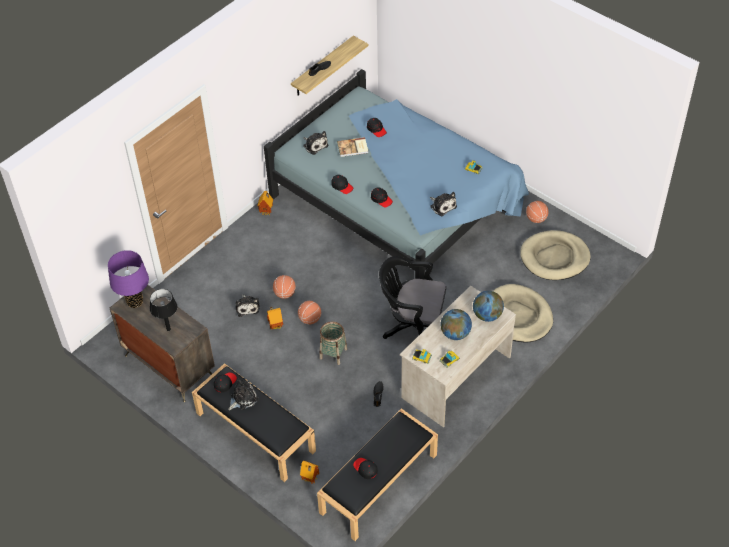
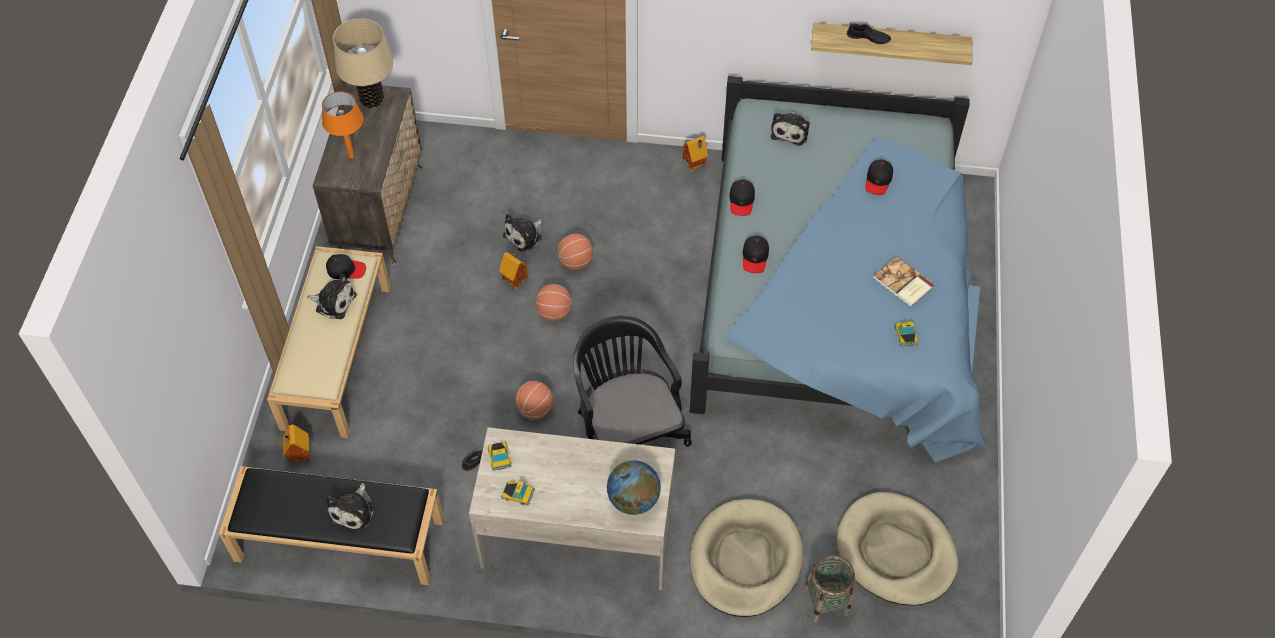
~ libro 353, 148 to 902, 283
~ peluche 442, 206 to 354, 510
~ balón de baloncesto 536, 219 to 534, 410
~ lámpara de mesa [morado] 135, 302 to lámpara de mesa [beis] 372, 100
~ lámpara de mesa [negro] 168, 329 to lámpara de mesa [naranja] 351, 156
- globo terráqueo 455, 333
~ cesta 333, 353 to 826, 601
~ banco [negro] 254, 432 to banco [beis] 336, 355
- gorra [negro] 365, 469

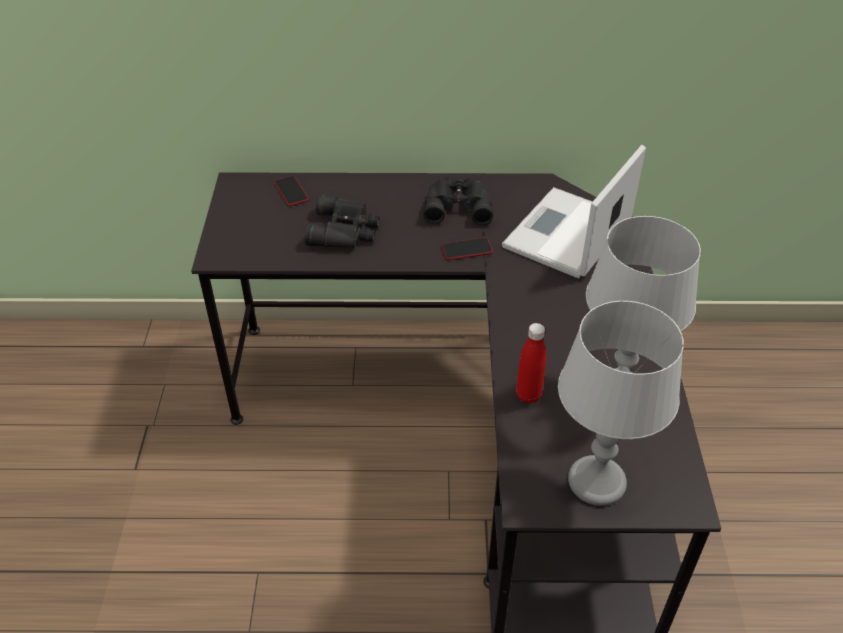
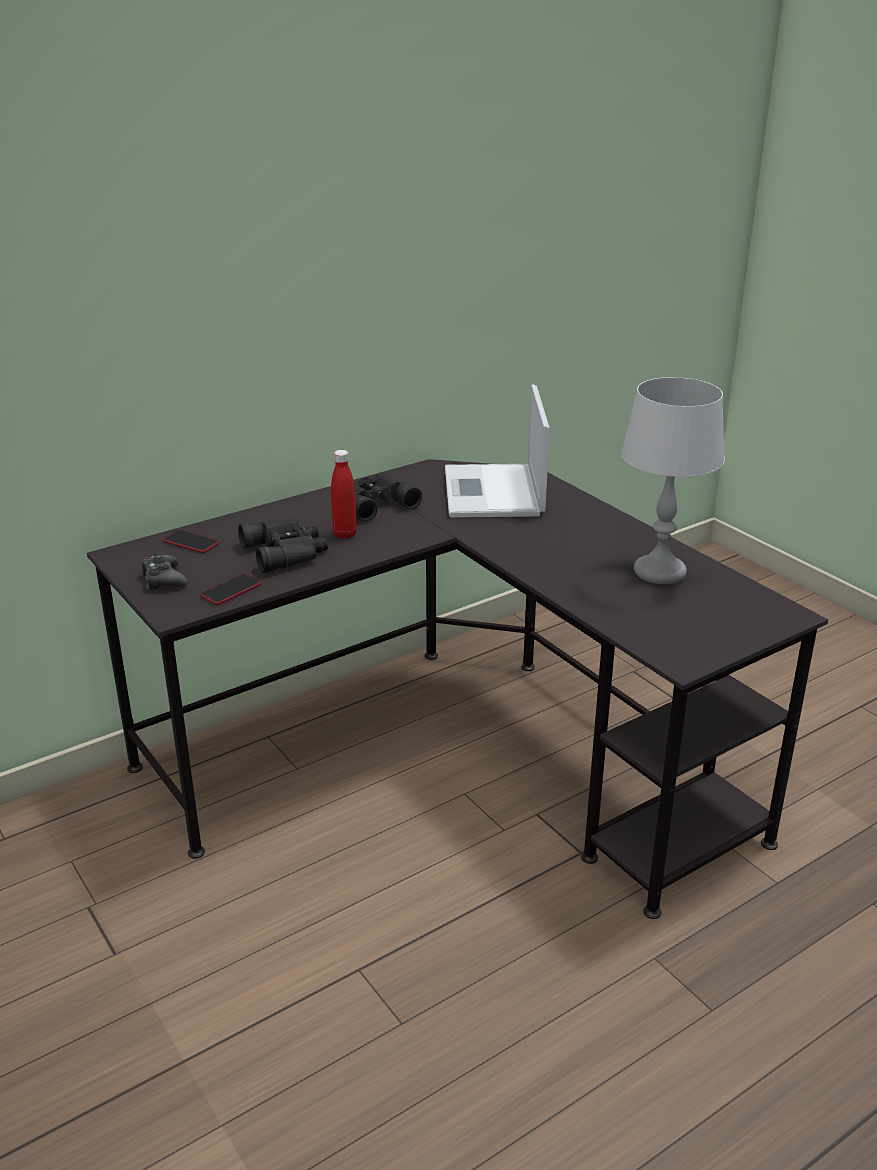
~ móvil 466, 250 to 231, 590
- lámpara de mesa [gris] 595, 482
~ botella [rojo] 528, 395 to 344, 534
+ mando de consola [negro] 163, 580

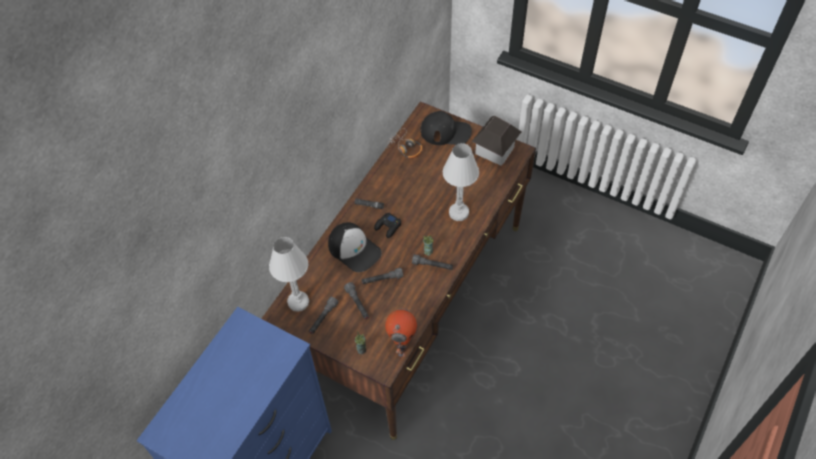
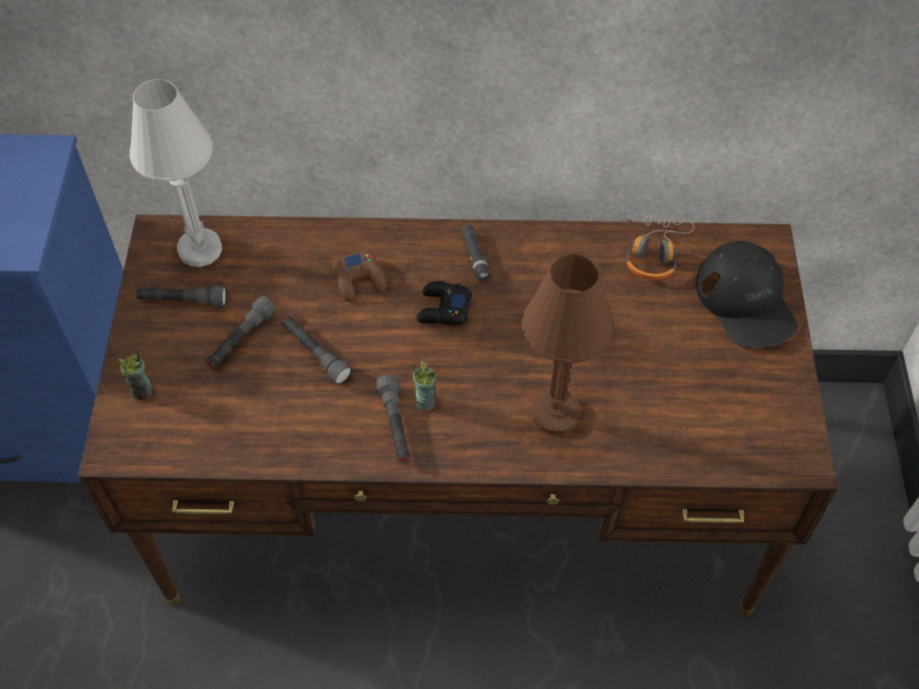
- casita 495, 150
~ lámpara de mesa [blanco] 459, 212 to lámpara de mesa [marrón] 555, 414
~ gorra 354, 249 to mando de consola [marrón] 360, 280
- robot de juguete 402, 346

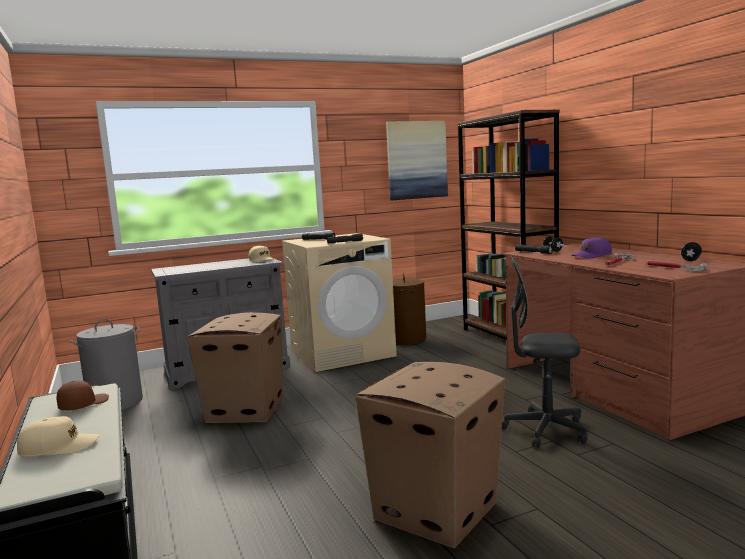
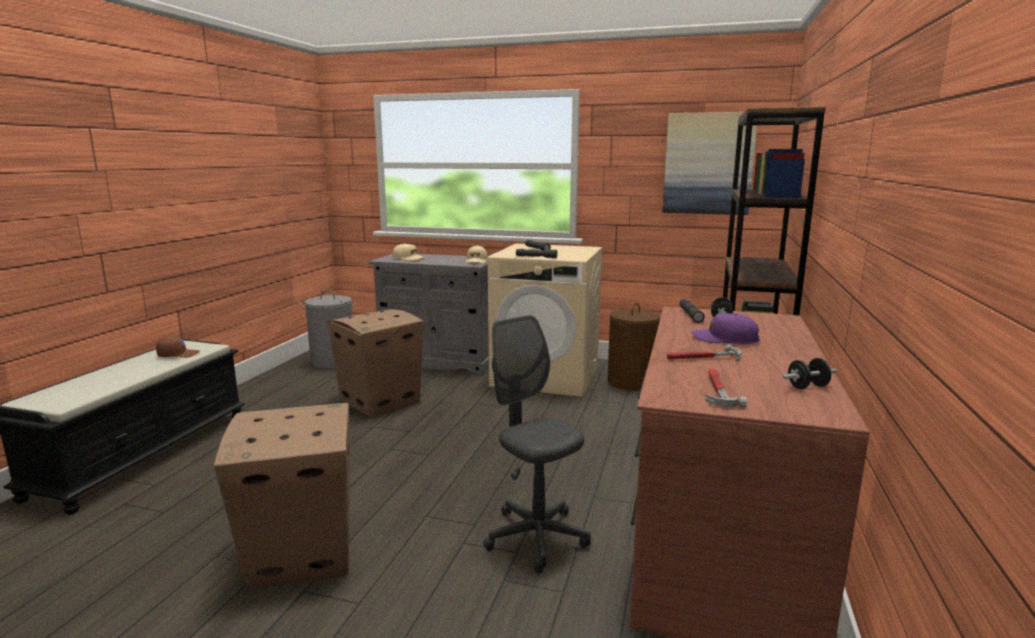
~ gorra [beis] 59, 447 to 408, 258

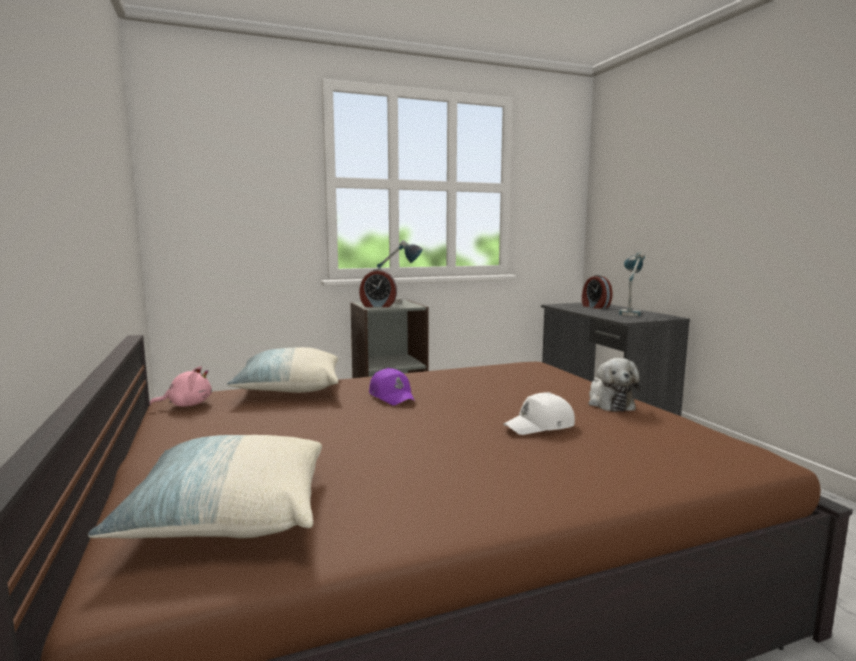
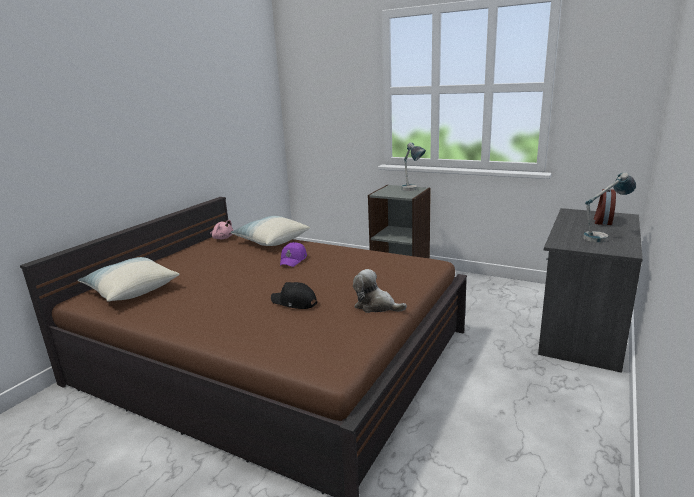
- despertador 378, 306
~ peluche 609, 403 = 376, 306 75 degrees clockwise
~ gorra [blanco] 540, 426 to gorra [negro] 294, 302

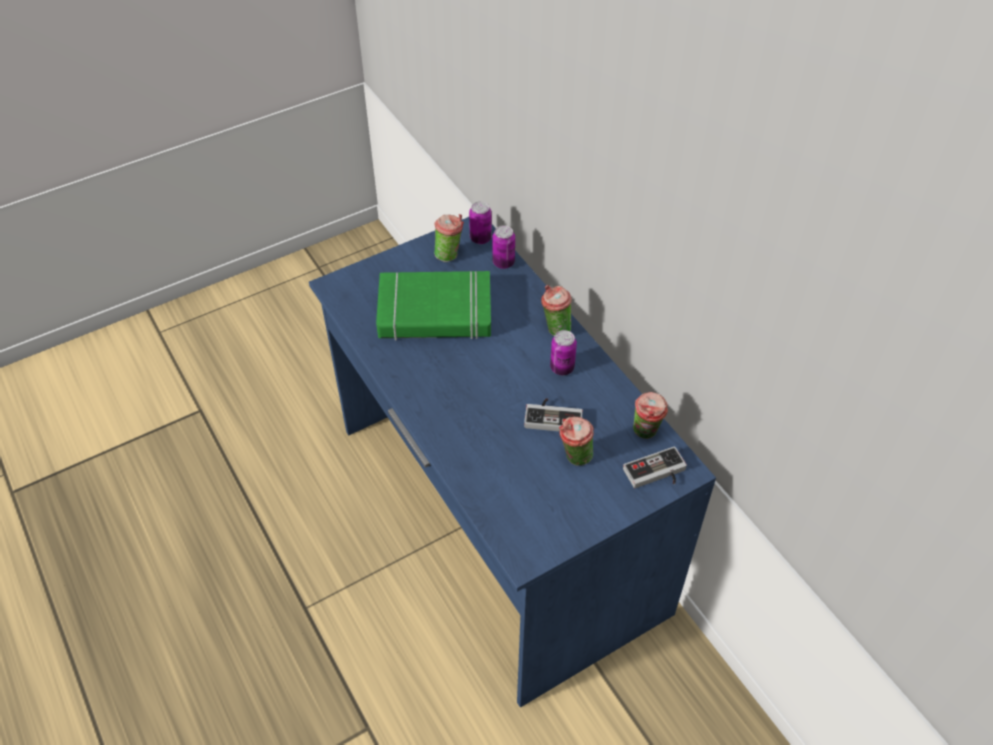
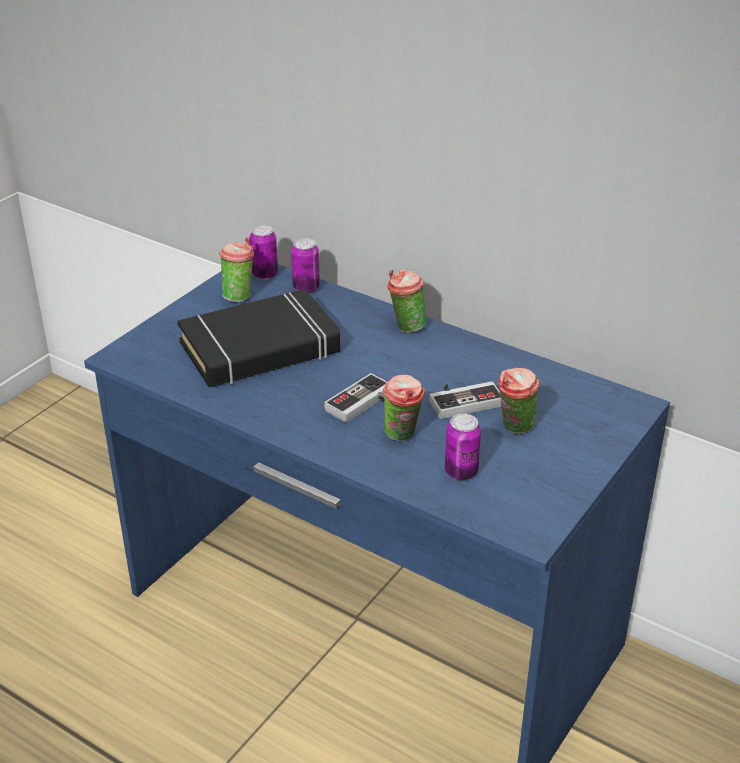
~ libro [verde] 435, 312 to libro [negro] 260, 348
~ lata 562, 368 to 461, 472
~ taza 646, 433 to 403, 436
~ mando de consola 656, 474 to 364, 404

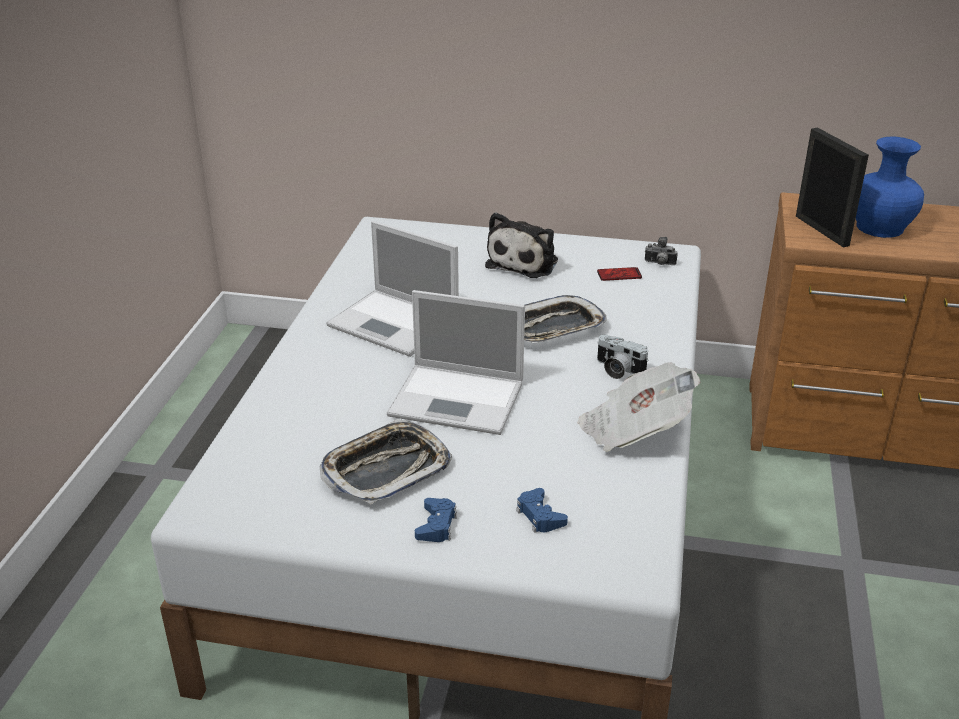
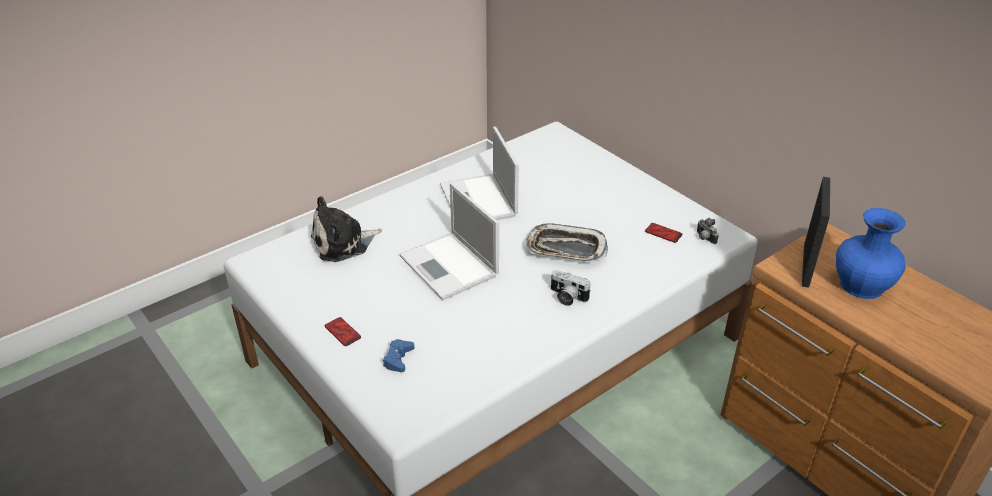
~ peluche 524, 262 to 343, 243
~ cámara 617, 370 = 567, 297 45 degrees counterclockwise
- periódico 634, 430
- bandeja 386, 469
~ mando de consola [azul] 436, 525 to móvil 342, 332

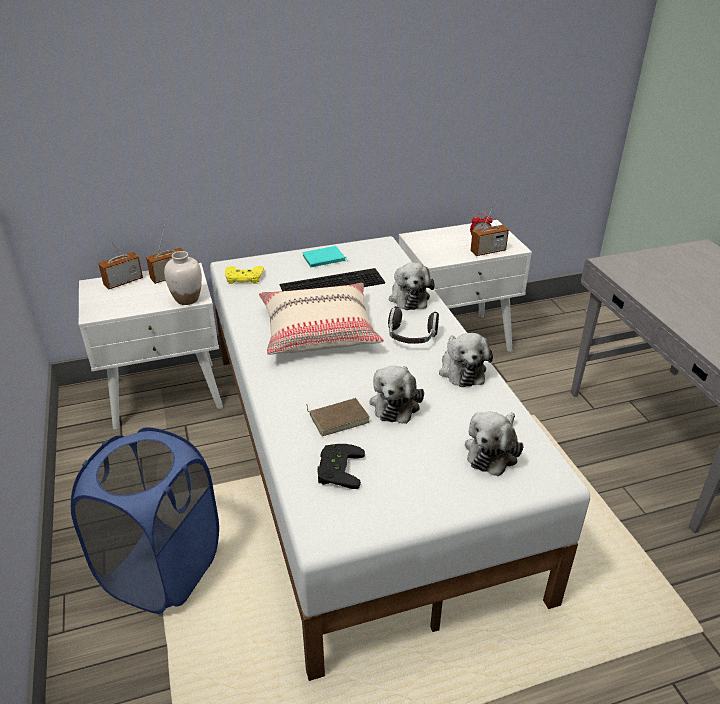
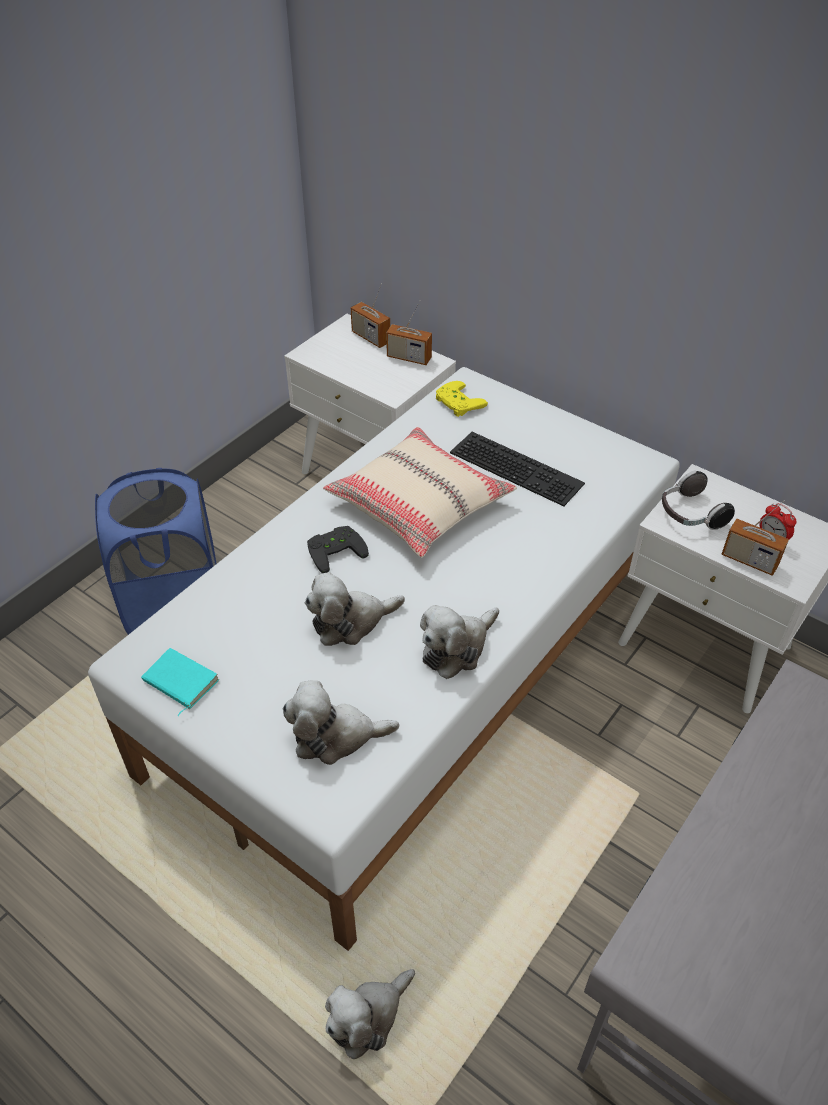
~ radio 123, 282 = 371, 337 150 degrees counterclockwise
~ libro [turquesa] 324, 260 to 179, 682
- florero [blanco] 187, 299
~ peluche 409, 297 to 368, 1017
~ auriculares 411, 338 to 690, 515
- libro [marrón] 338, 418
~ mando de consola [negro] 337, 469 to 335, 550

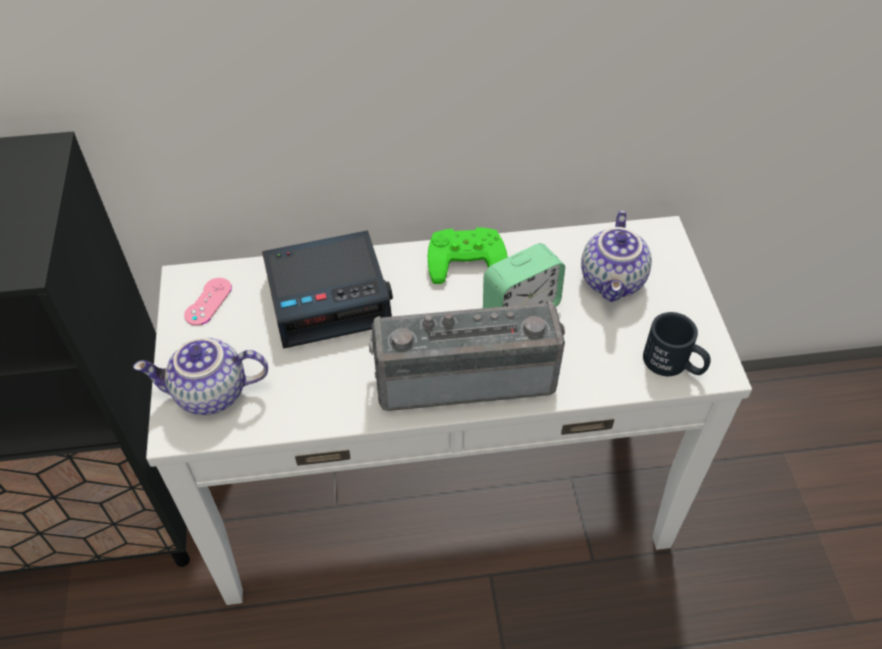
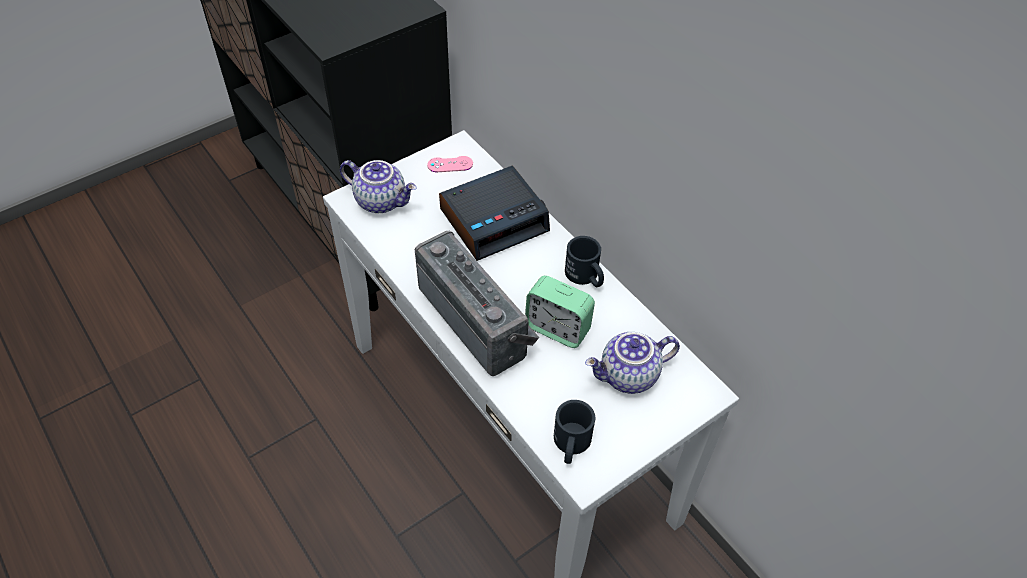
~ mando de consola [verde] 466, 256 to taza grande [negro] 585, 277
~ despertador 329, 297 = 494, 220 75 degrees counterclockwise
~ tetera 210, 394 = 382, 200 150 degrees clockwise

